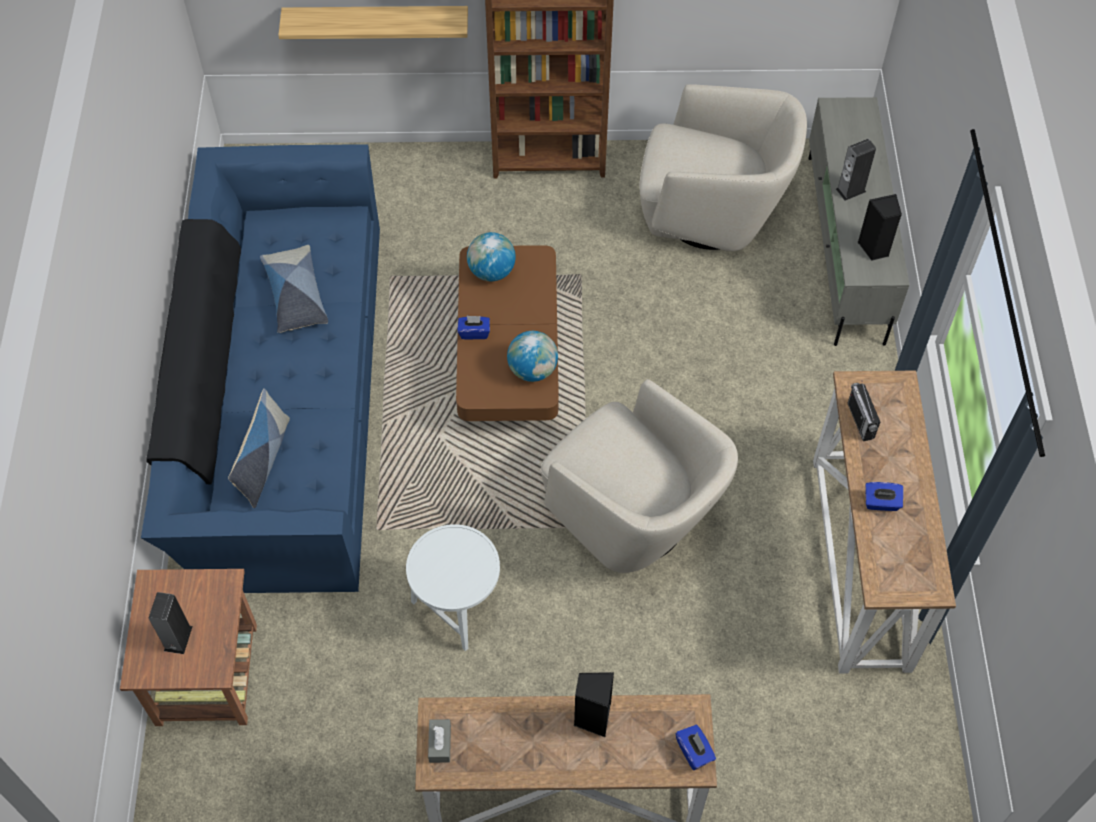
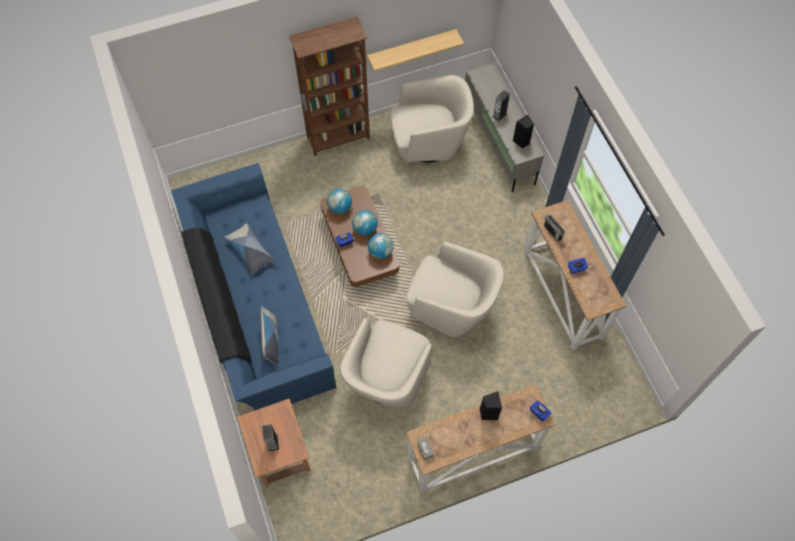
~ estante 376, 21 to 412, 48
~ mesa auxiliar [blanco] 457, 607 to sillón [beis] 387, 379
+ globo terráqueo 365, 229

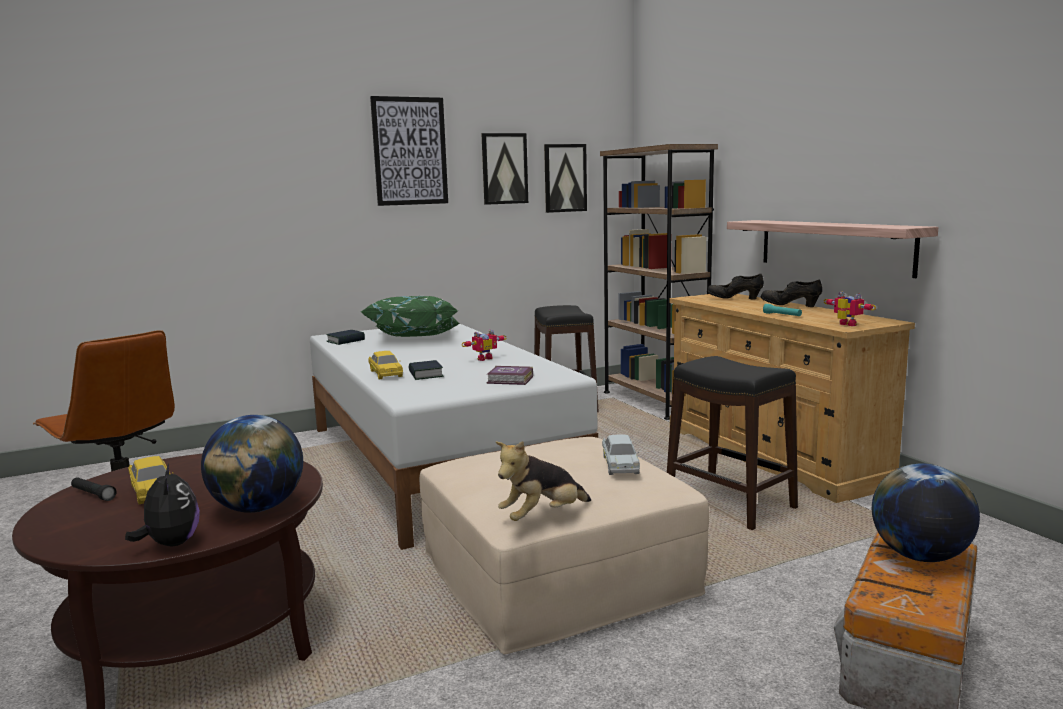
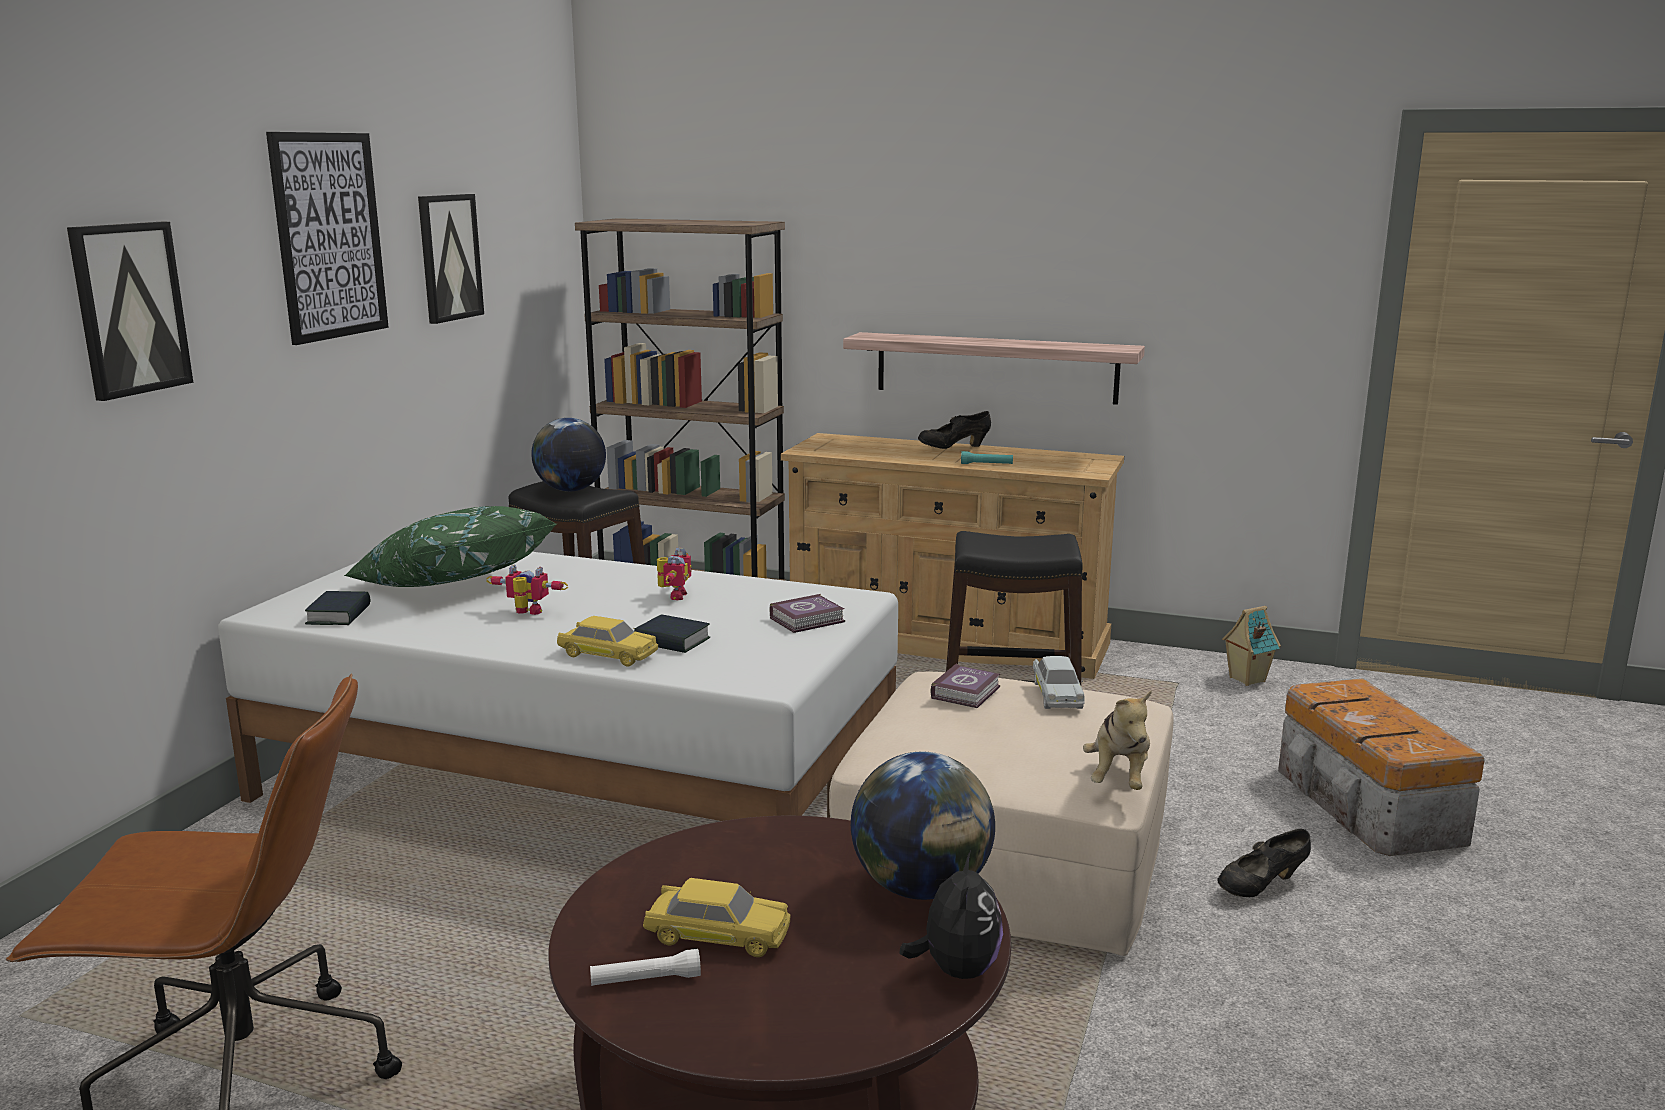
~ cuadro 565, 178 to 129, 309
~ zapato [negro] 734, 299 to 1261, 887
~ robot de juguete 845, 325 to 526, 613
~ coche de juguete [blanco] 620, 465 = 1057, 695 45 degrees clockwise
~ globo terráqueo 920, 556 to 570, 490
~ peluche 171, 544 = 956, 970 75 degrees clockwise
~ linterna [negro] 93, 494 to linterna [blanco] 645, 980
+ casita 1246, 679
+ libro 967, 692

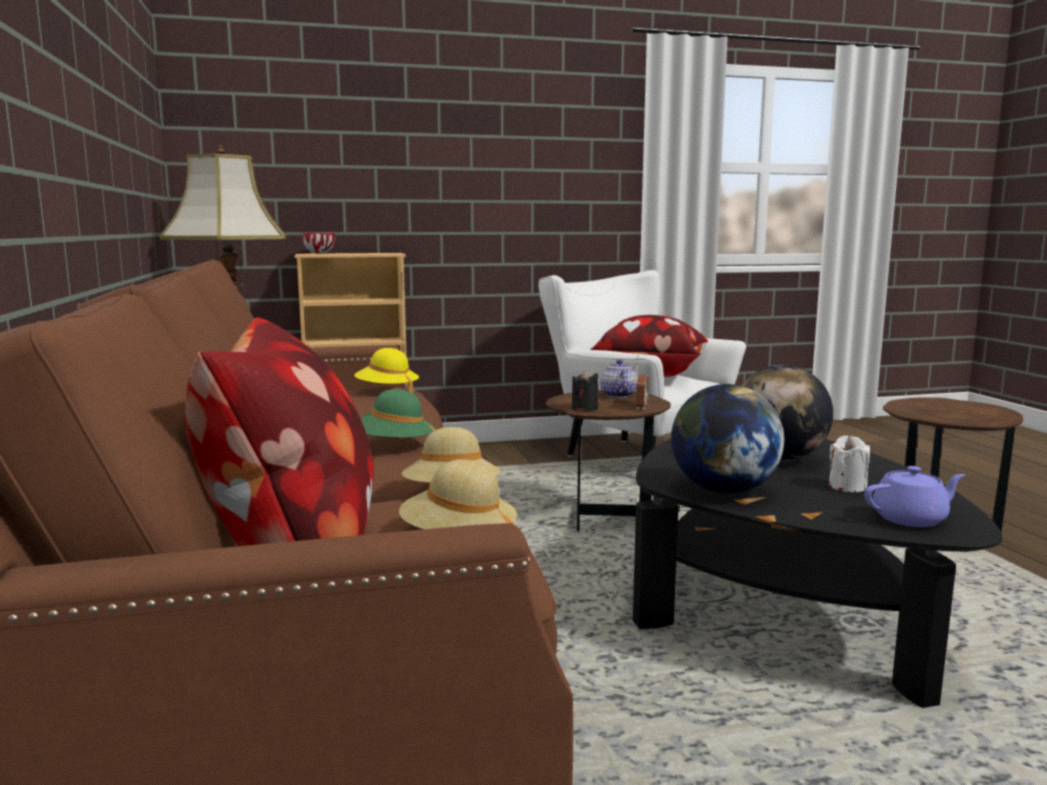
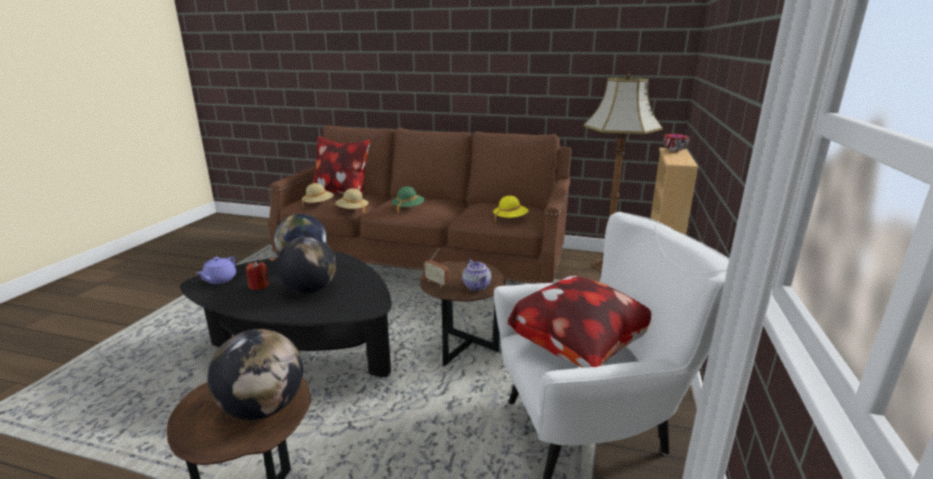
~ tetera 617, 395 = 477, 287 45 degrees clockwise
- vela [negro] 584, 409
~ vela [blanco] 847, 487 to vela [rojo] 258, 286
+ globo terráqueo 263, 408

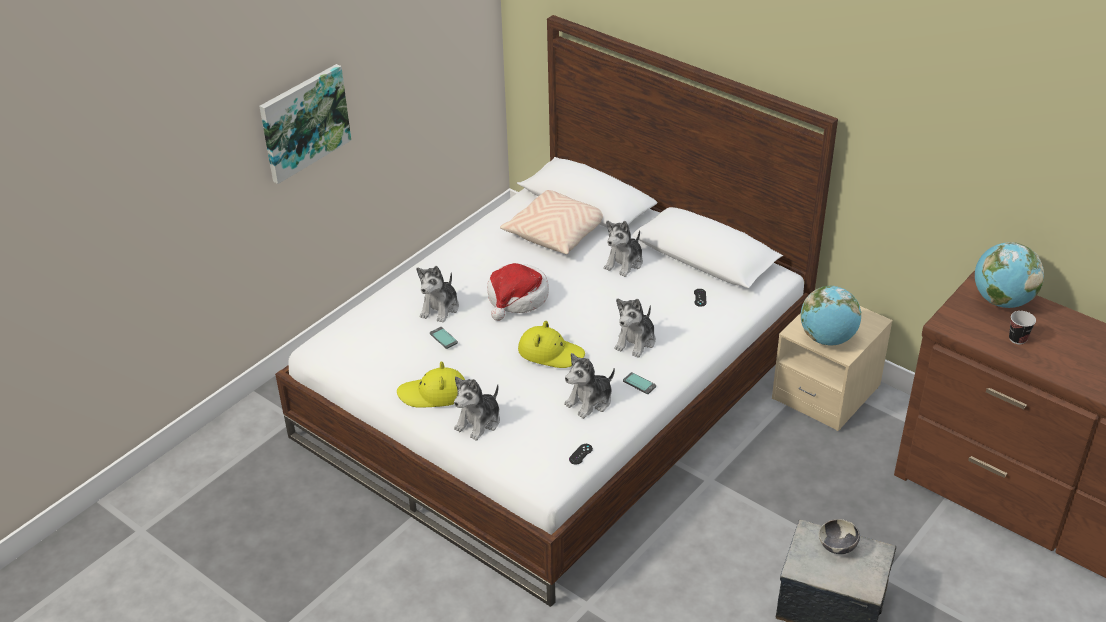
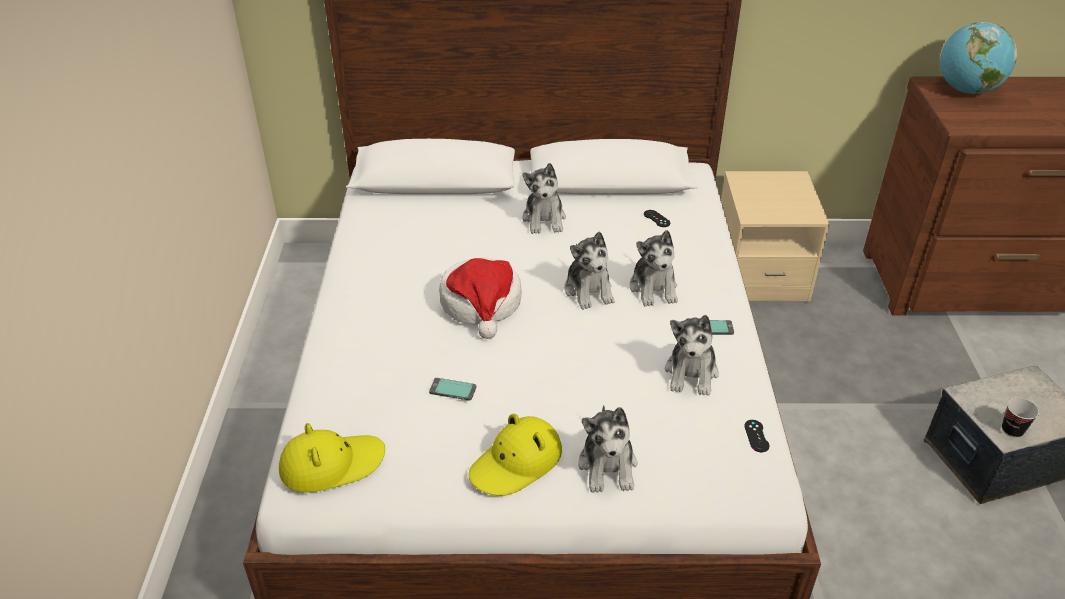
- cuadro 304, 122
- cojín [beis] 556, 233
~ peluche 440, 308 to 589, 290
- globo terráqueo 827, 339
~ taza 1017, 339 to 1012, 430
~ sombrero [amarillo] 550, 352 to 331, 464
- cuenco 837, 547

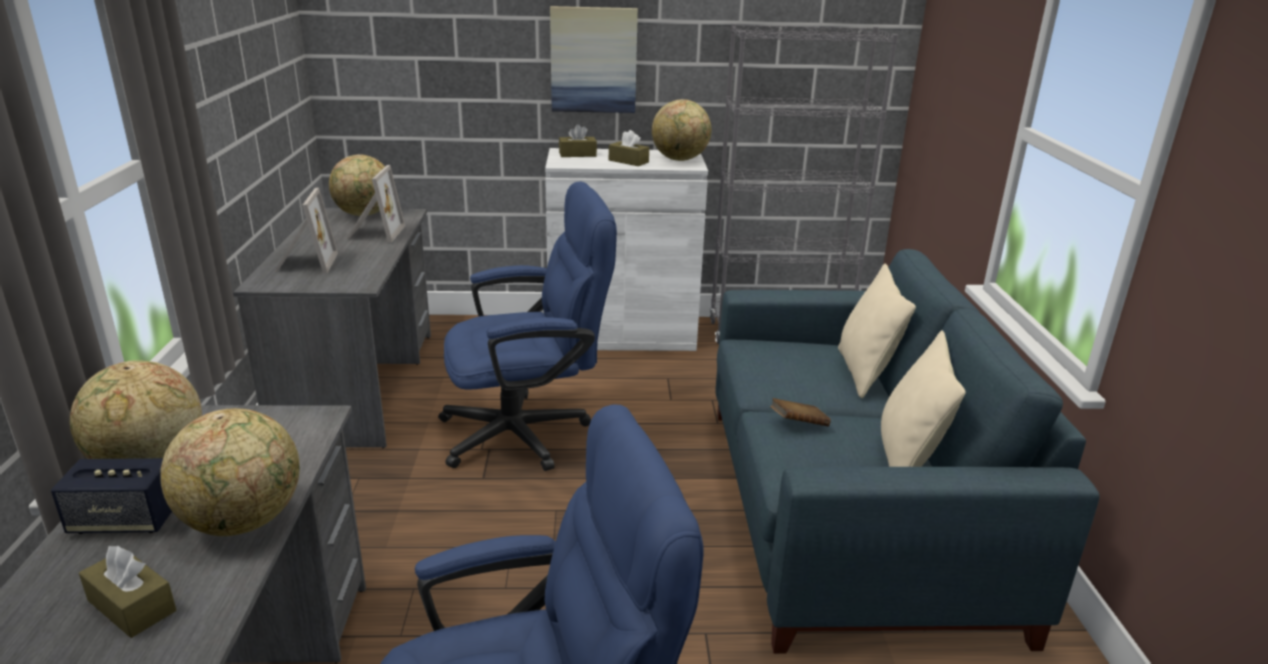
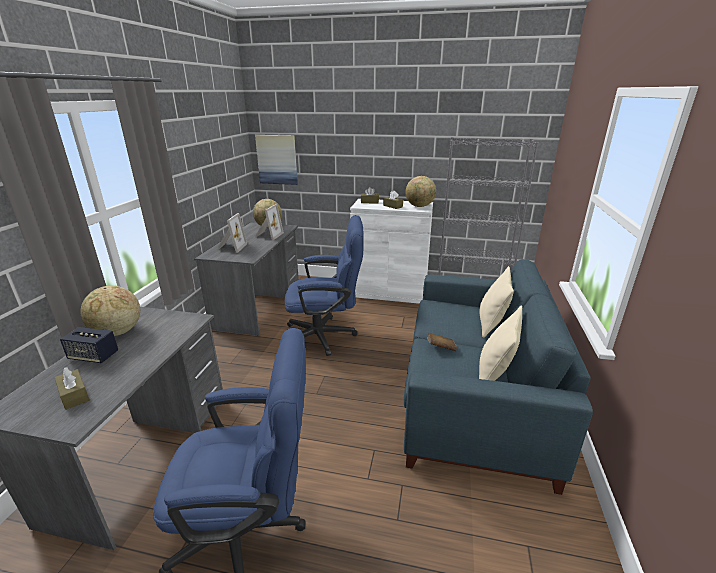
~ cuadro 593, 60 to 277, 159
- globo terráqueo 244, 521

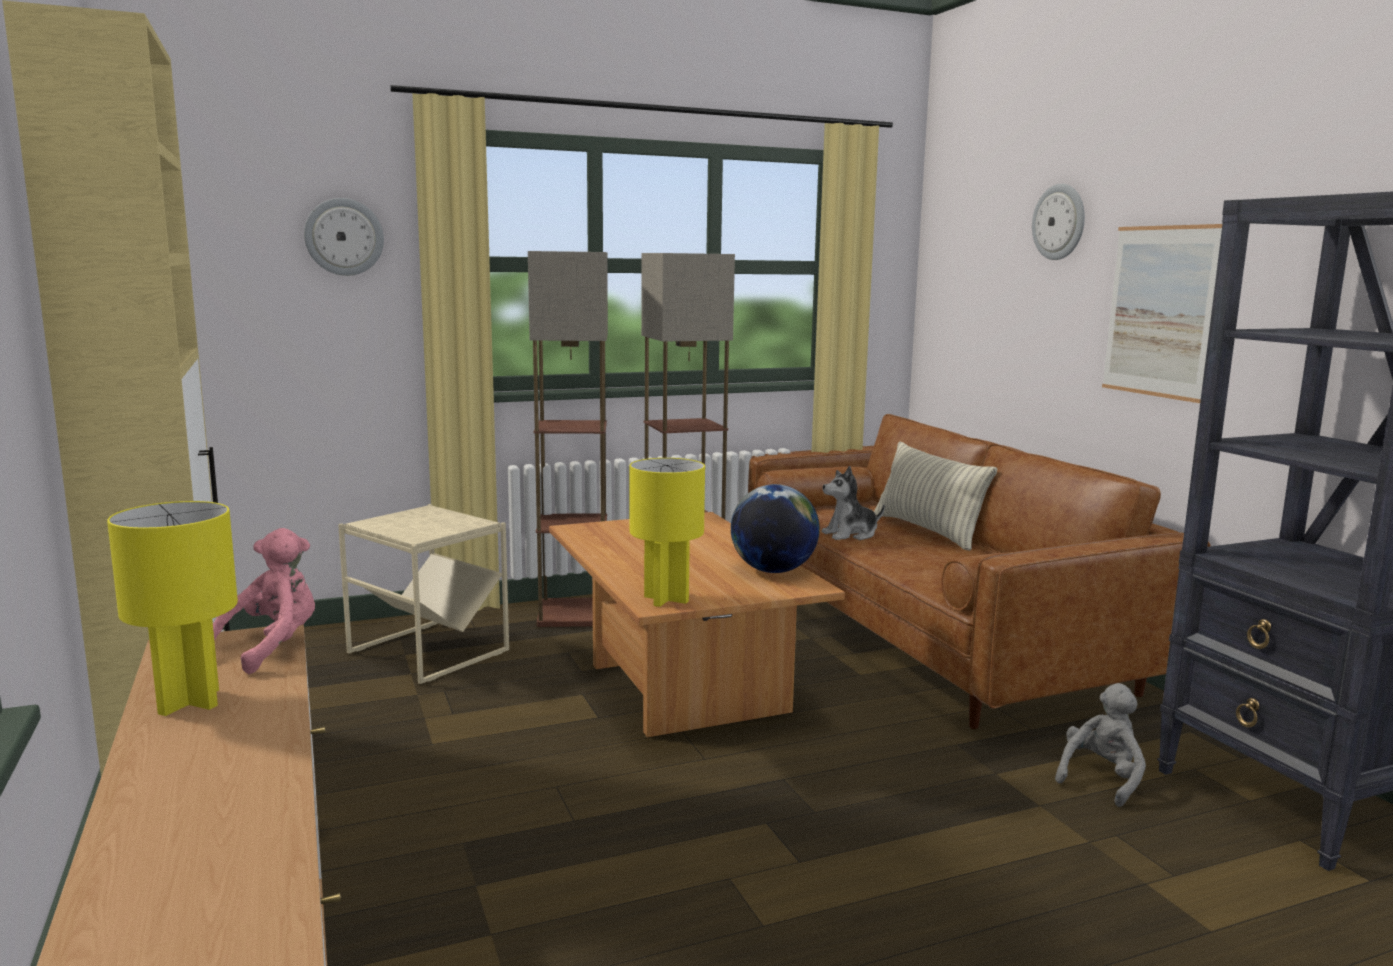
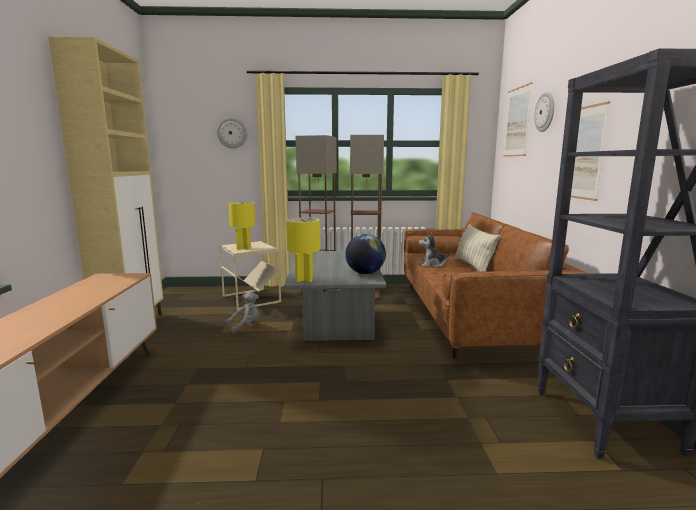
~ lámpara de mesa [amarillo] 187, 702 to 243, 248
~ mesa de centro [marrón] 680, 687 to mesa de centro [gris] 335, 324
- peluche [rosa] 271, 648
~ peluche [gris] 1101, 779 to 245, 326
+ cuadro 517, 122

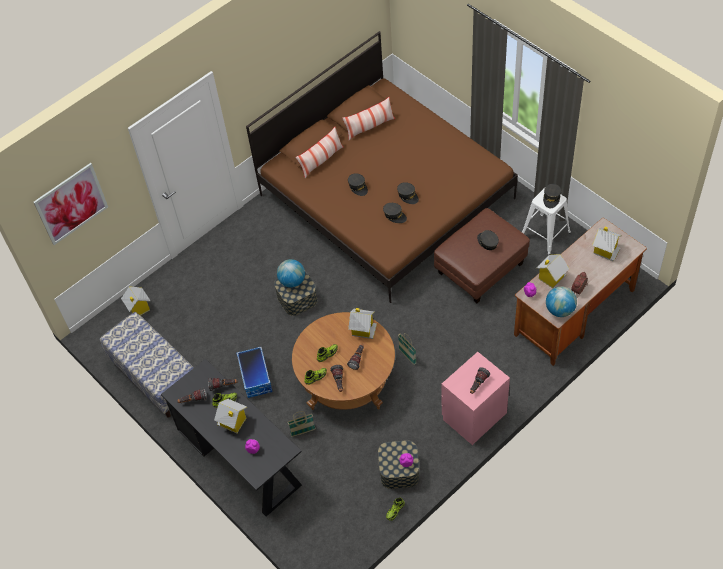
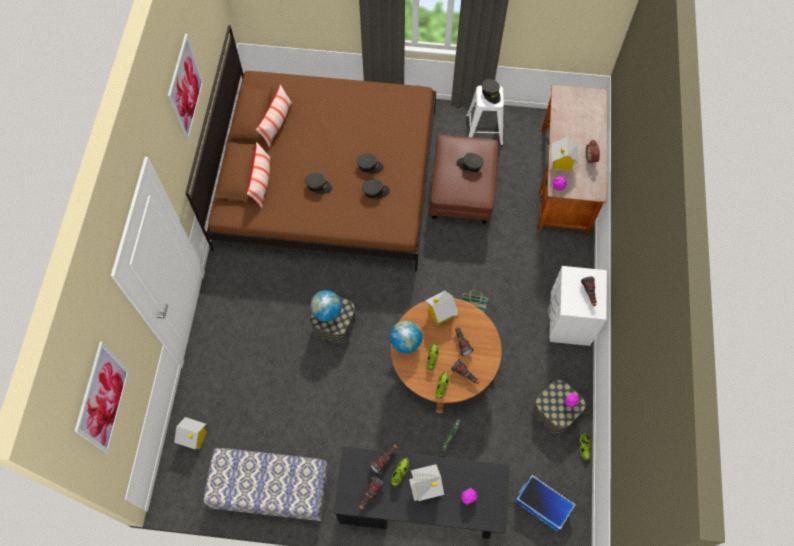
- casita 605, 250
~ globo terráqueo 560, 310 to 405, 342
~ caja de almacenaje 256, 377 to 543, 505
~ mesita de noche [rosa] 473, 415 to mesita de noche [blanco] 568, 320
+ cuadro 185, 88

